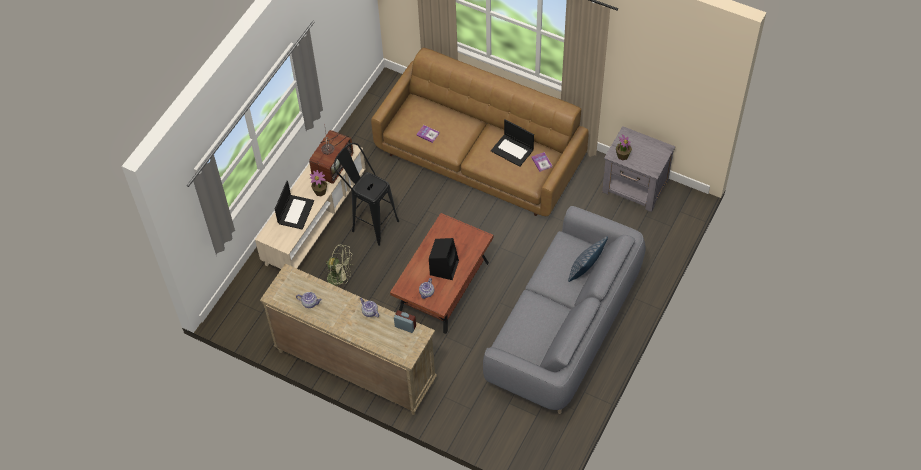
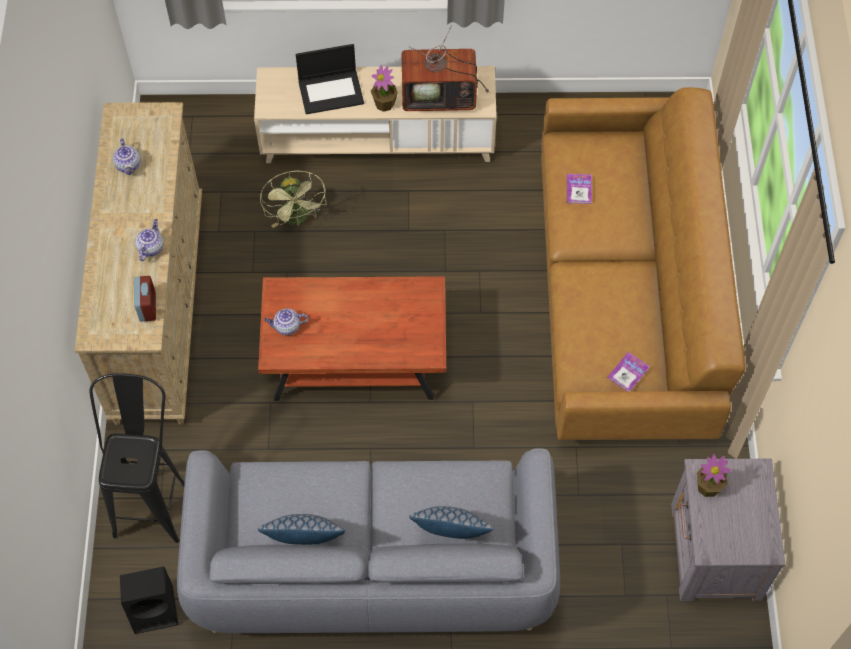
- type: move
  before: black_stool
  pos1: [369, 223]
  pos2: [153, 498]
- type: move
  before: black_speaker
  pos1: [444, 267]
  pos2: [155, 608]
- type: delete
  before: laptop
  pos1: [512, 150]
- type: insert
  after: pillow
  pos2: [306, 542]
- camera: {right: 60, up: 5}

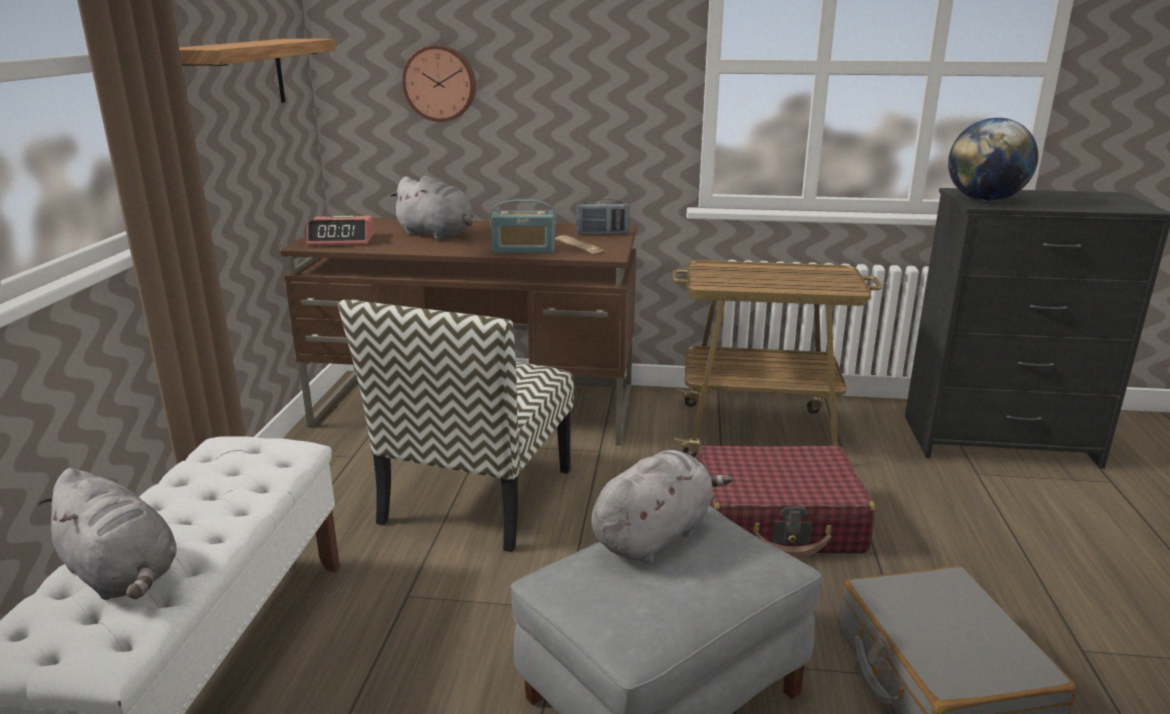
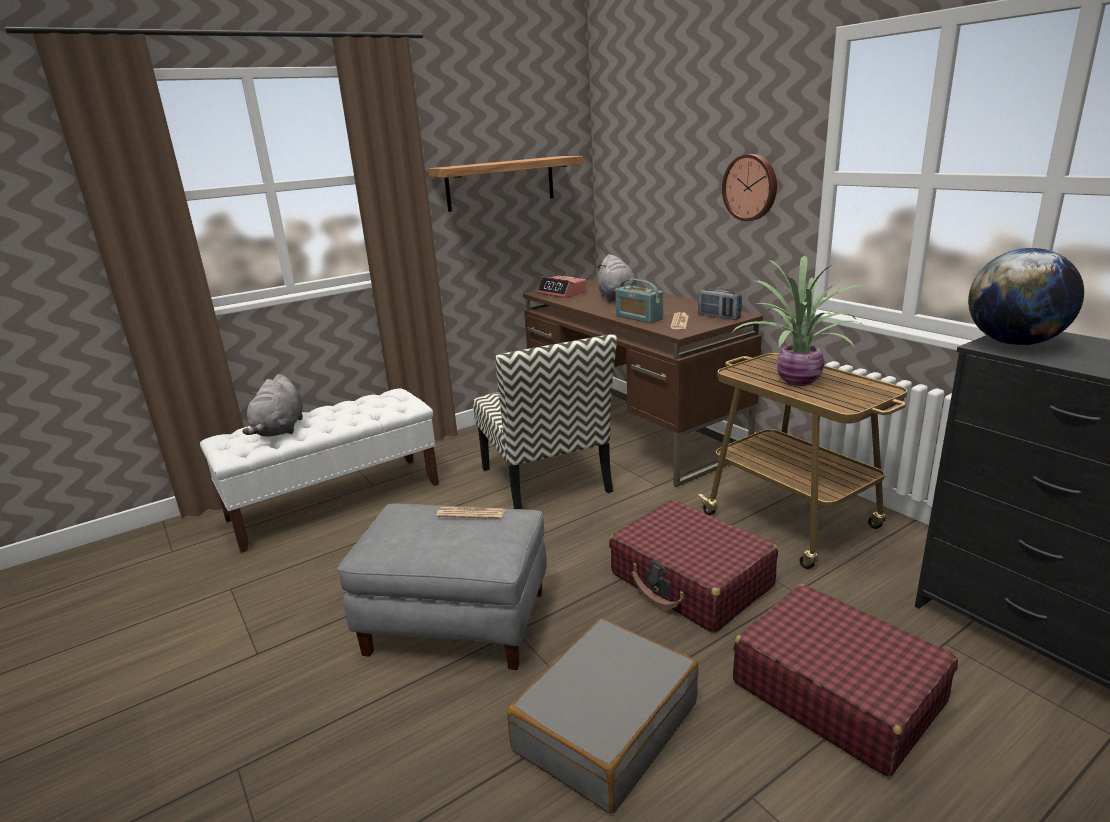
- type: rotate
  before: chair
  pos1: [477, 497]
  pos2: [546, 480]
  turn: -90
- type: move
  before: wall_clock
  pos1: [440, 83]
  pos2: [751, 187]
- type: replace
  before: grey_plush_toy
  after: newspaper
  pos1: [654, 535]
  pos2: [471, 513]
- type: insert
  after: potted_plant
  pos2: [798, 380]
- type: insert
  after: red_suitcase
  pos2: [836, 692]
- camera: {right: 50, up: 0}

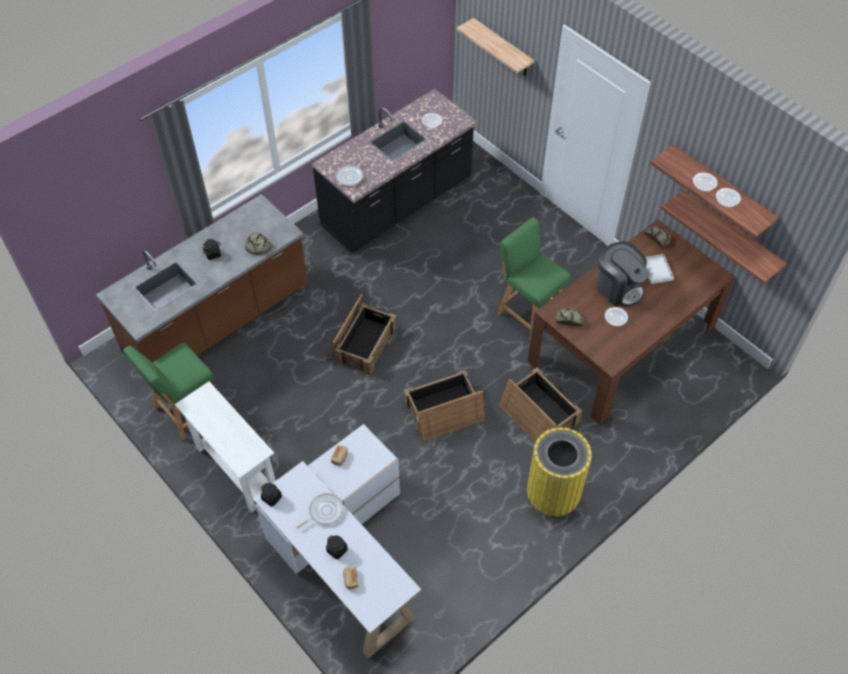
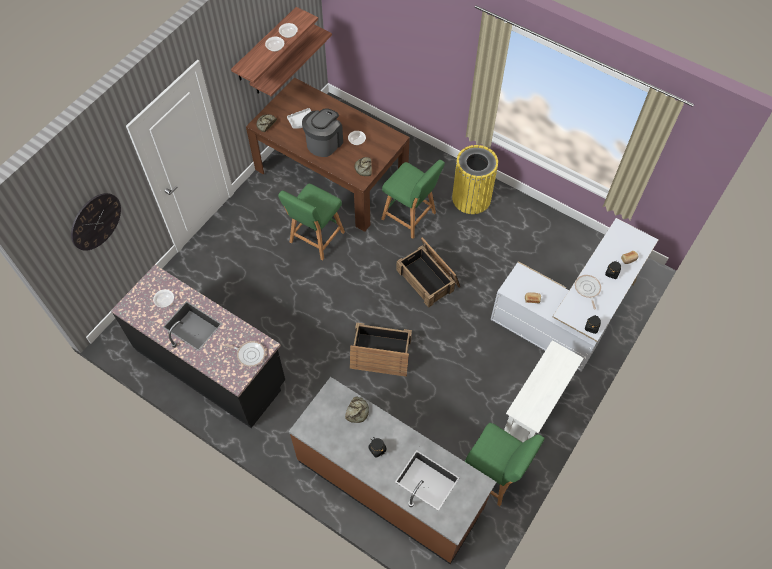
- type: rotate
  before: frying_pan
  pos1: [324, 511]
  pos2: [587, 289]
  turn: 45
- type: replace
  before: shelf
  after: wall_clock
  pos1: [502, 48]
  pos2: [95, 221]
- type: replace
  before: crate
  after: green_stool
  pos1: [538, 414]
  pos2: [410, 217]
- camera: {right: -105, up: 5}

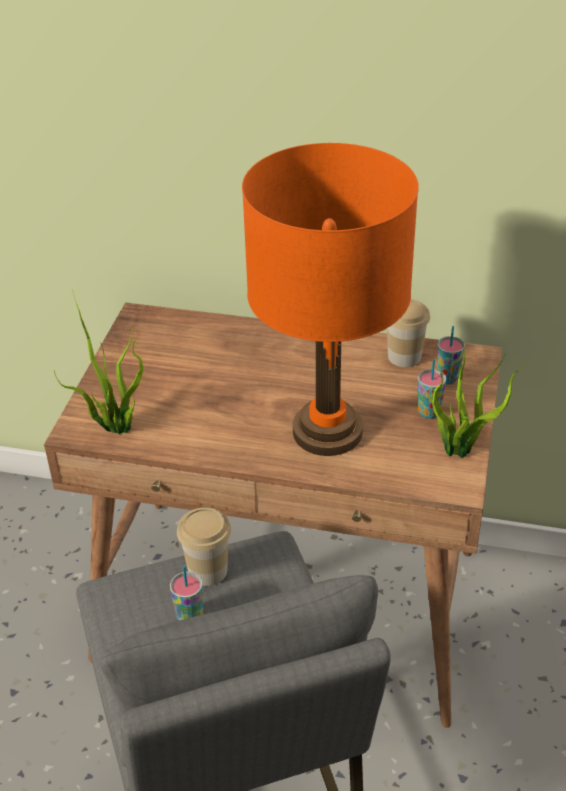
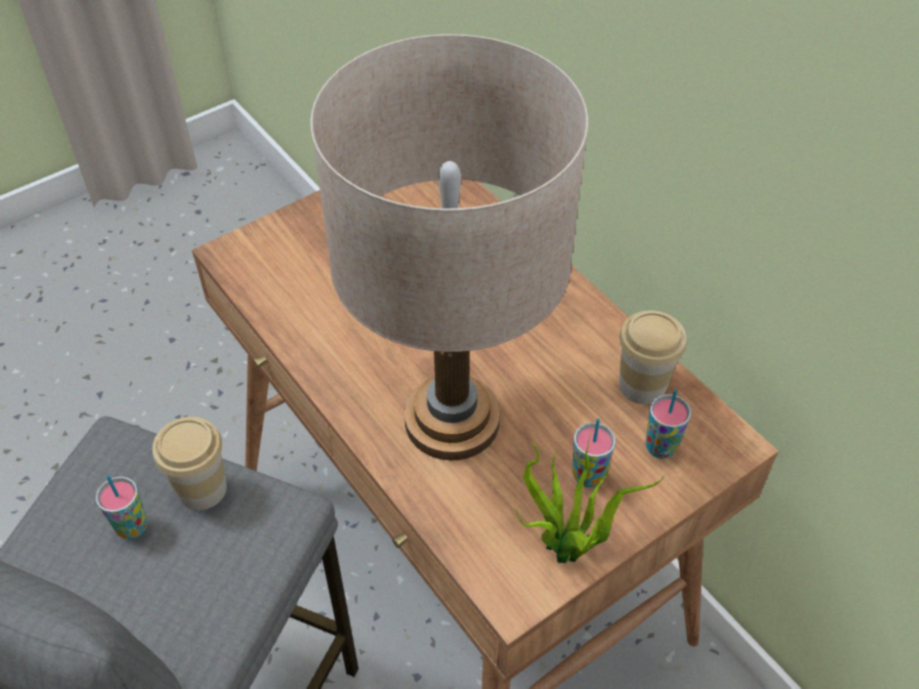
- type: delete
  before: potted_plant
  pos1: [115, 427]
- type: recolor
  before: orange_table_lamp
  after: beige_table_lamp
  pos1: [326, 432]
  pos2: [451, 420]
- camera: {right: 40, up: 10}

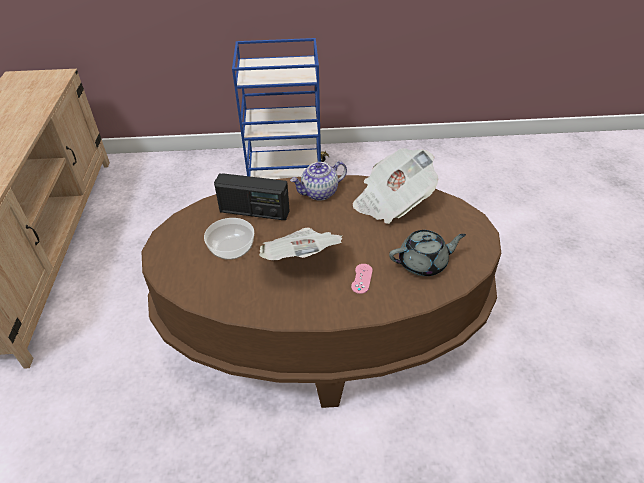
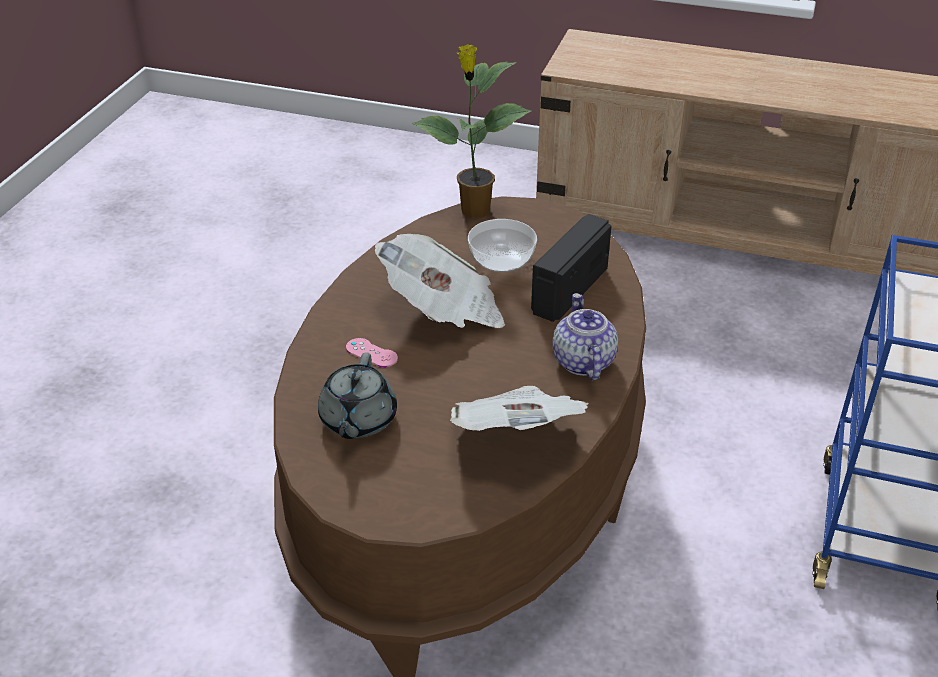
- type: insert
  after: potted_plant
  pos2: [473, 211]
- camera: {right: 110, up: -5}

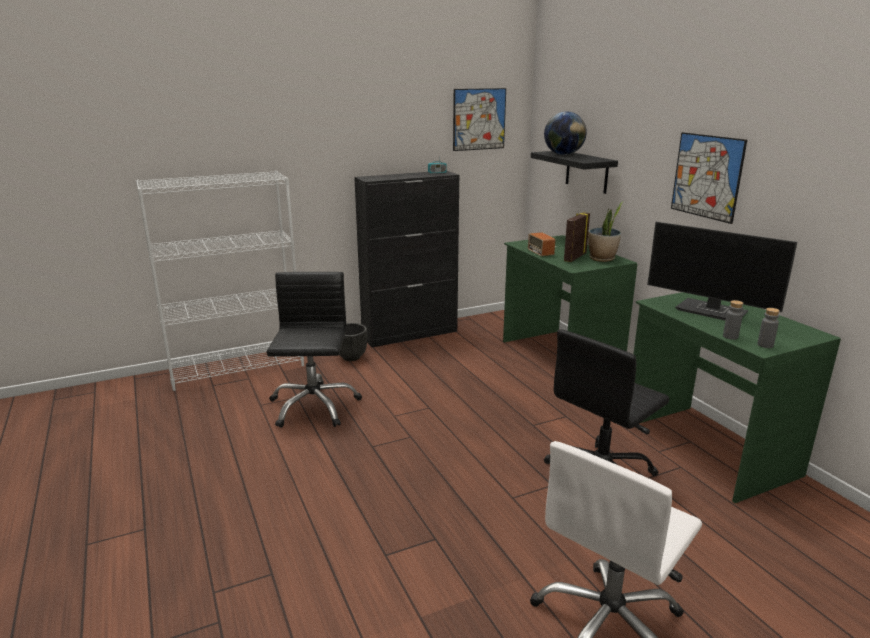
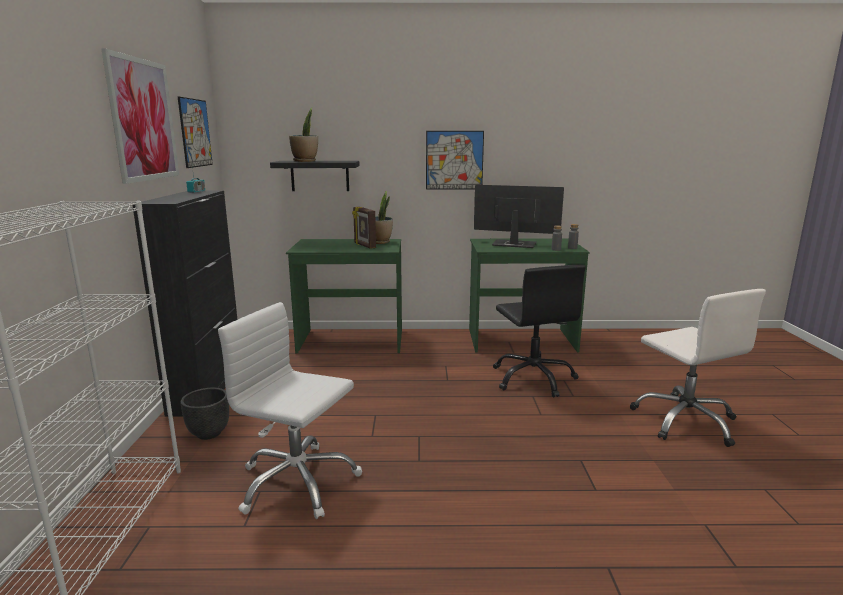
- type: recolor
  before: black_office_chair
  after: white_office_chair
  pos1: [313, 406]
  pos2: [297, 482]
- type: delete
  before: radio
  pos1: [542, 248]
- type: replace
  before: globe
  after: potted_plant
  pos1: [563, 154]
  pos2: [305, 161]
- type: rotate
  before: monitor
  pos1: [712, 311]
  pos2: [513, 244]
  turn: -135
- type: insert
  after: picture
  pos2: [143, 120]
- camera: {right: -65, up: -5}

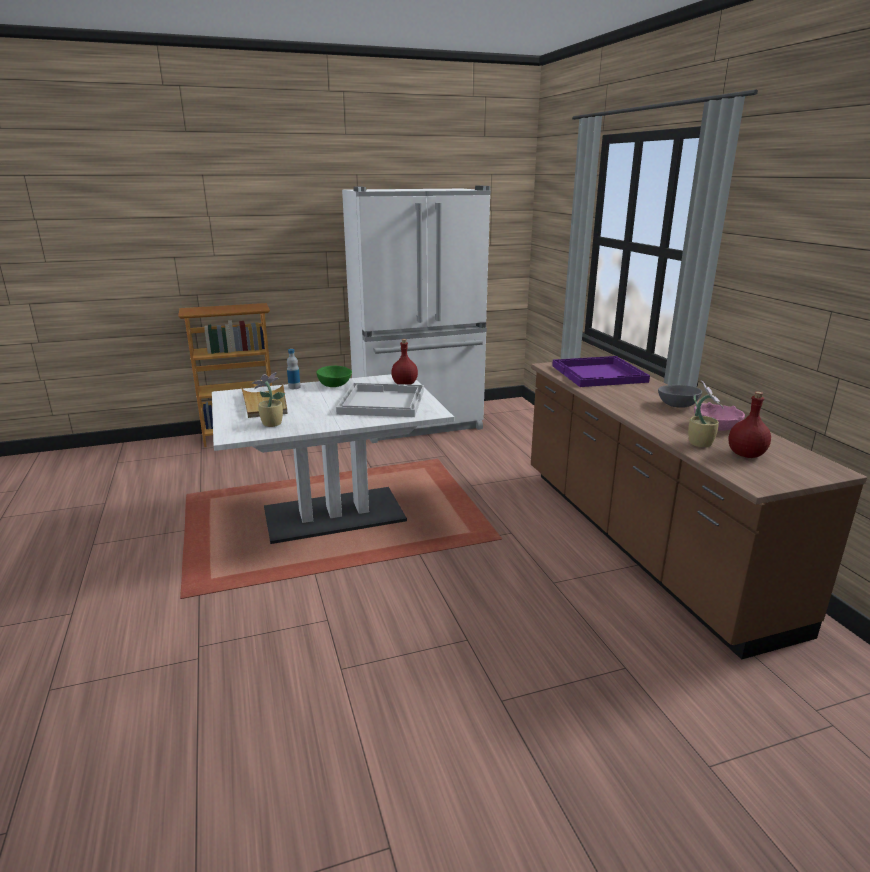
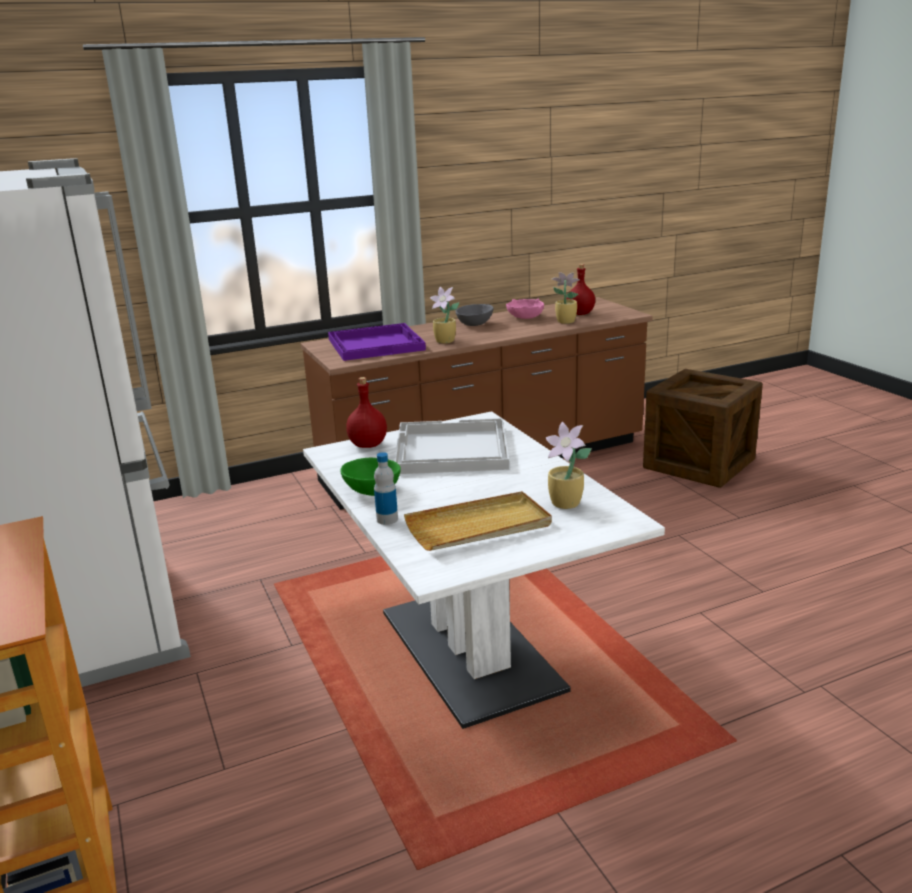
- type: insert
  after: potted_plant
  pos2: [445, 341]
- type: insert
  after: crate
  pos2: [699, 464]
- camera: {right: -95, up: 0}

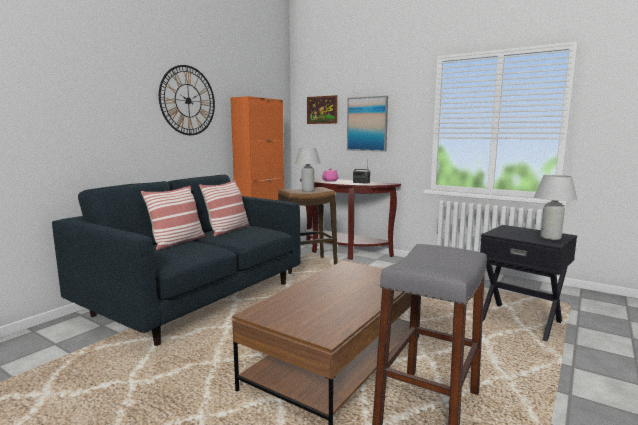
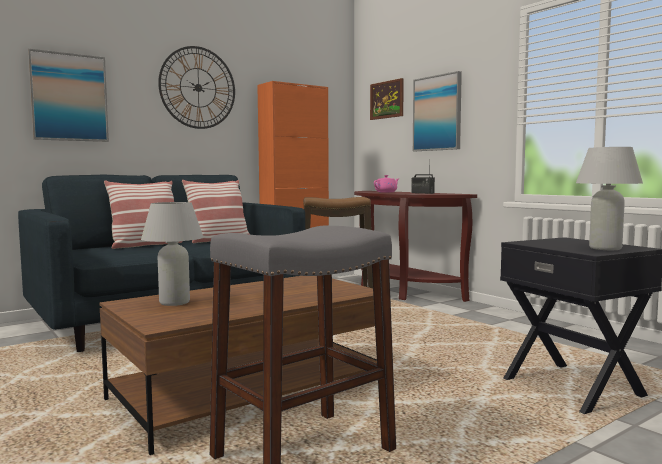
- type: move
  before: white_table_lamp
  pos1: [308, 190]
  pos2: [174, 302]
- type: insert
  after: picture
  pos2: [69, 97]
- camera: {right: 20, up: -5}

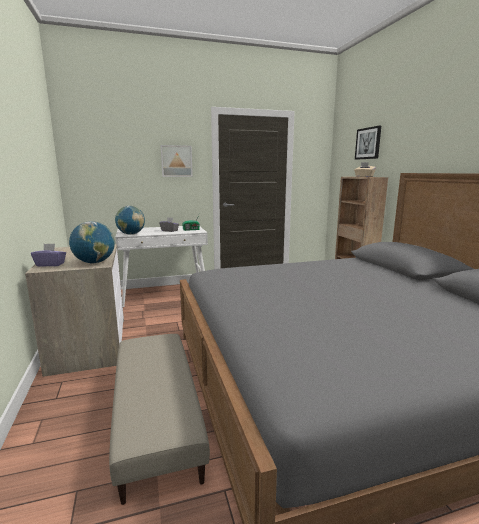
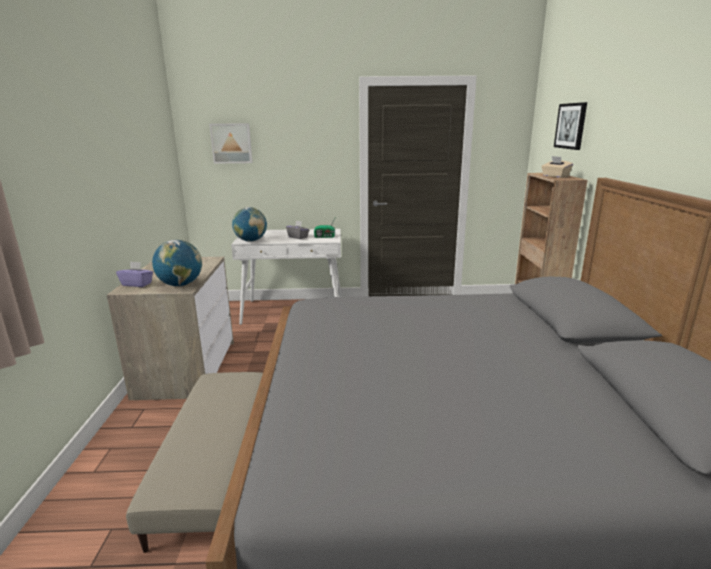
- type: move
  before: picture
  pos1: [176, 161]
  pos2: [231, 143]
- camera: {right: 15, up: 5}

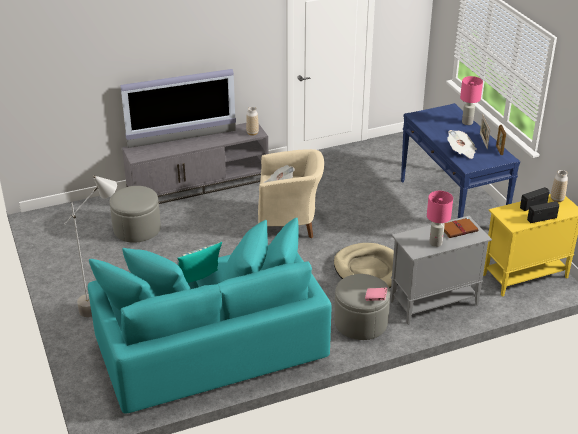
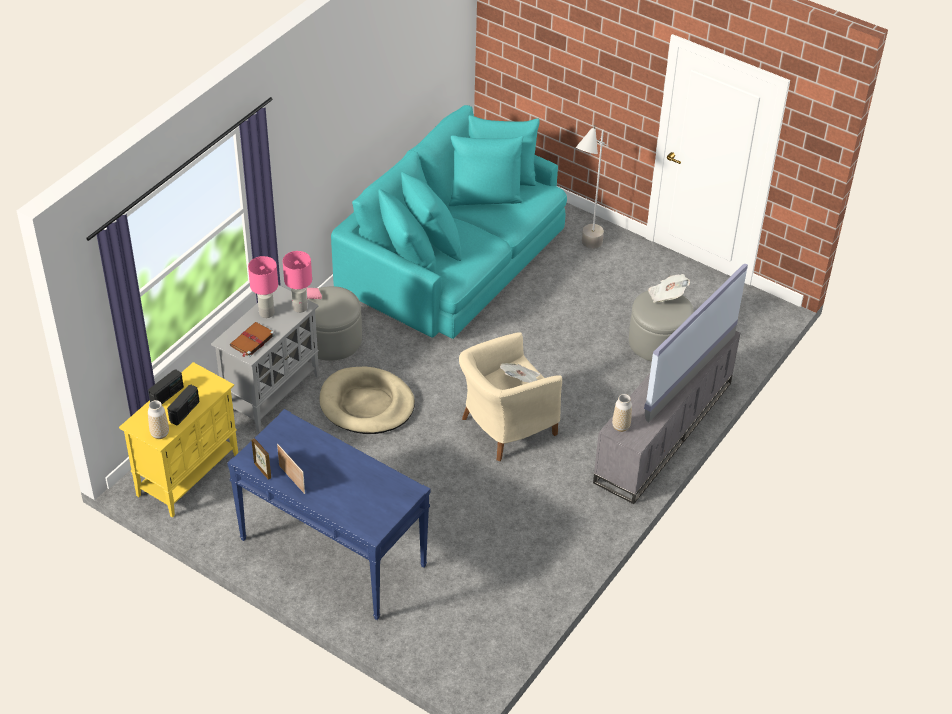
- type: delete
  before: pillow
  pos1: [198, 281]
- type: move
  before: newspaper
  pos1: [461, 151]
  pos2: [666, 296]
- type: move
  before: pink_table_lamp
  pos1: [467, 122]
  pos2: [300, 307]
- camera: {right: 145, up: 10}

